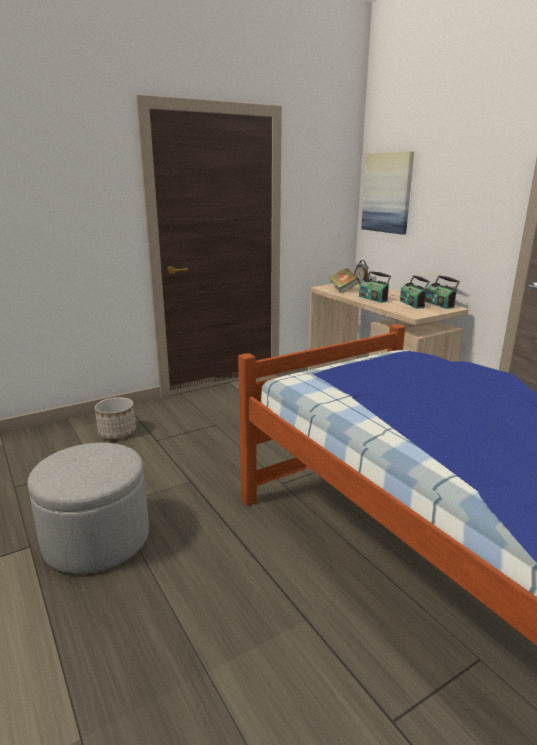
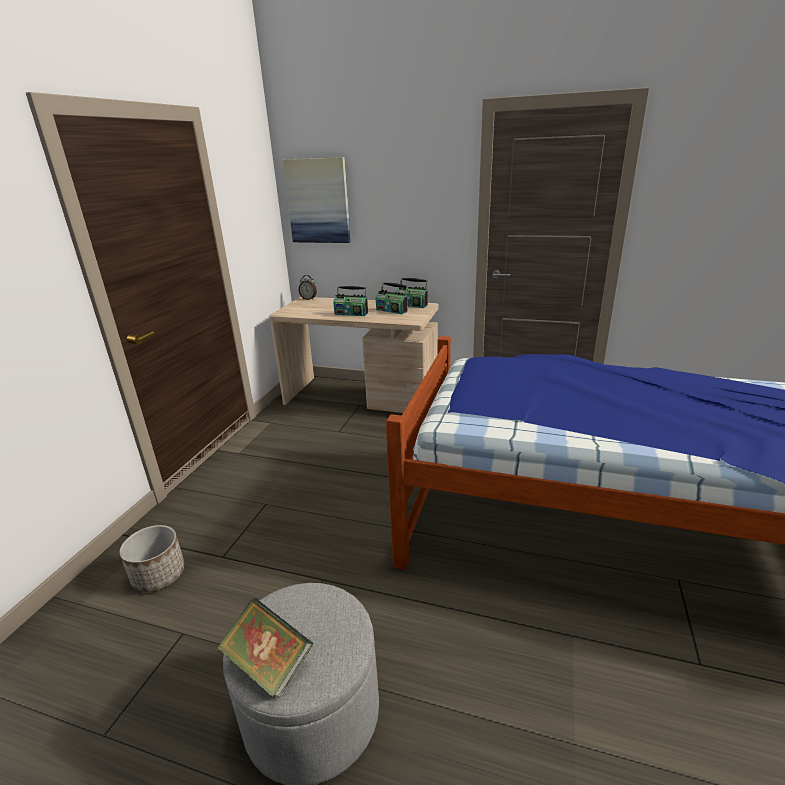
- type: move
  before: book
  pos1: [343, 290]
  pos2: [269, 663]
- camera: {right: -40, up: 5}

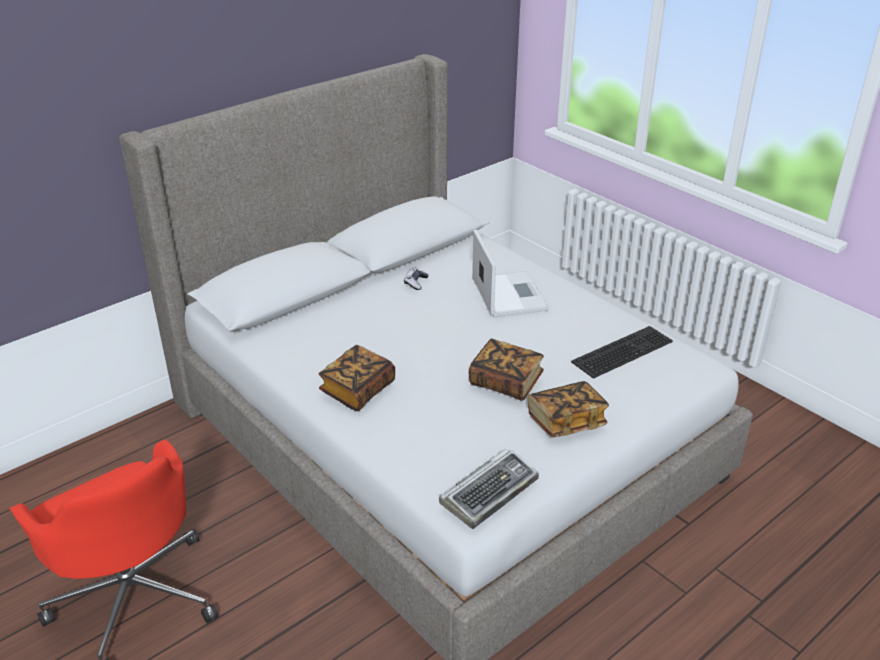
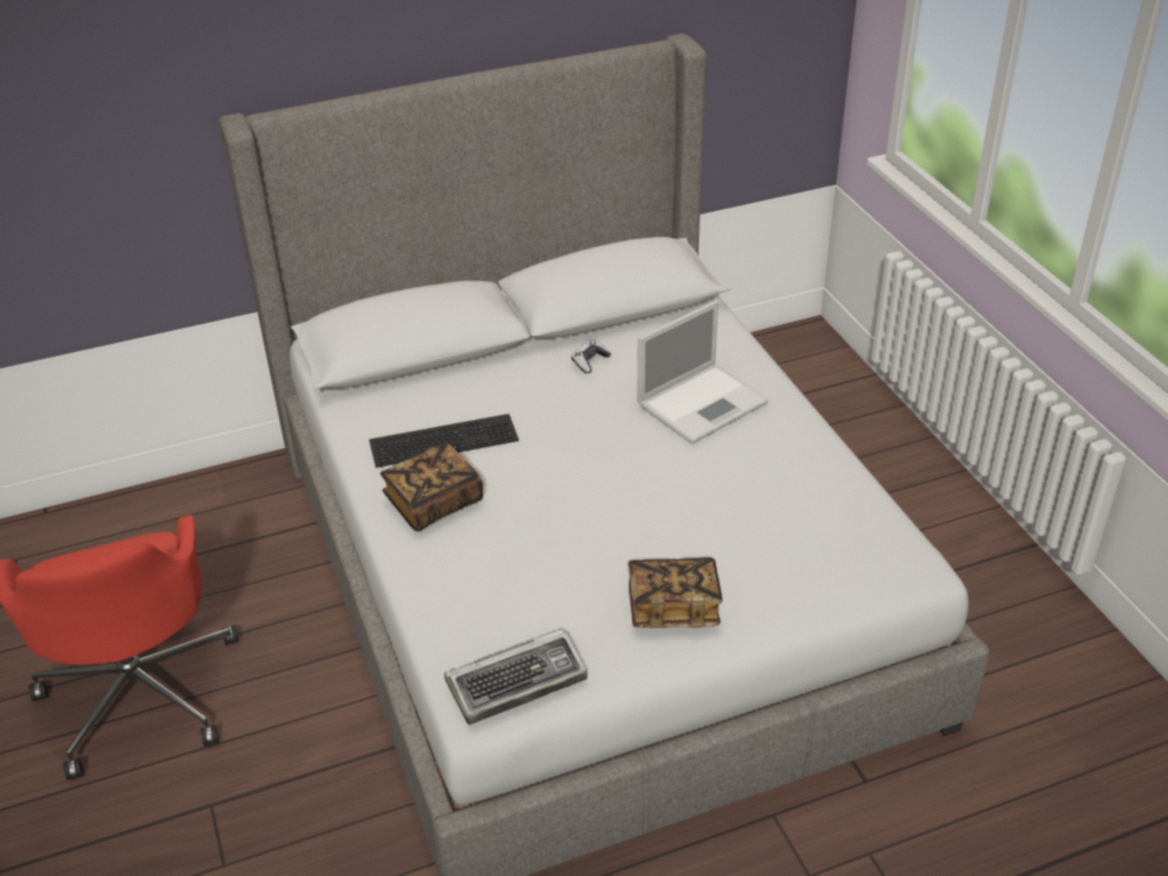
- type: delete
  before: book
  pos1: [506, 382]
- type: rotate
  before: laptop
  pos1: [508, 294]
  pos2: [703, 402]
  turn: 45
- type: move
  before: keyboard
  pos1: [621, 350]
  pos2: [444, 438]
- camera: {right: 20, up: 5}

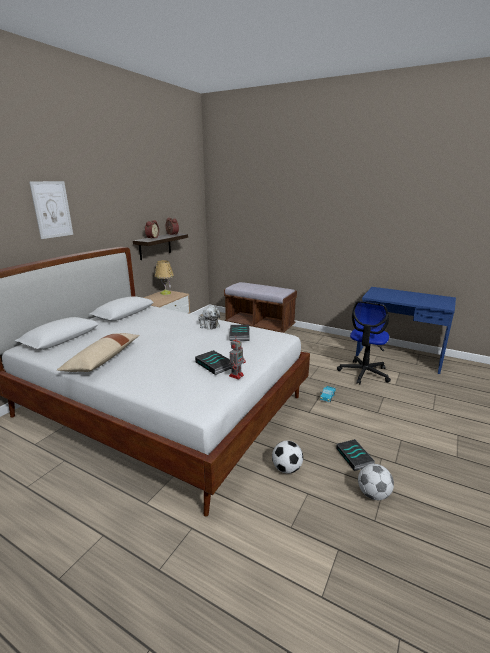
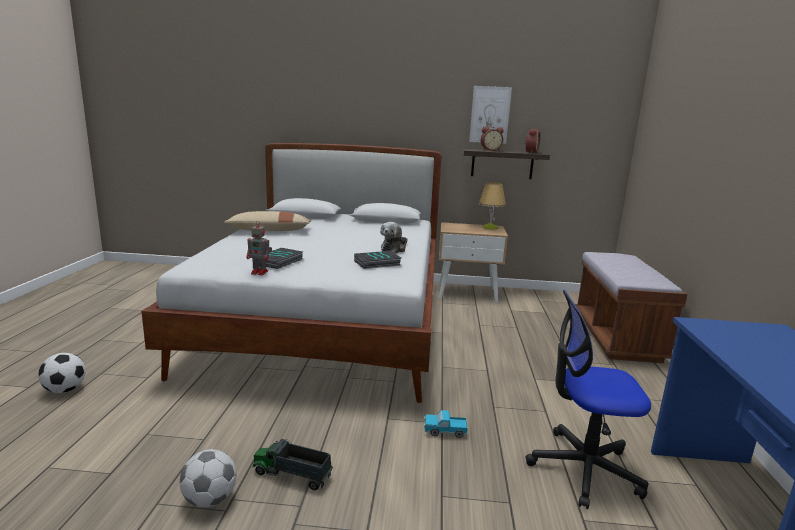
- type: move
  before: picture
  pos1: [52, 209]
  pos2: [490, 115]
- type: move
  before: football
  pos1: [286, 468]
  pos2: [65, 390]
- type: replace
  before: book
  after: toy_truck
  pos1: [355, 457]
  pos2: [292, 475]
- camera: {right: 65, up: -5}

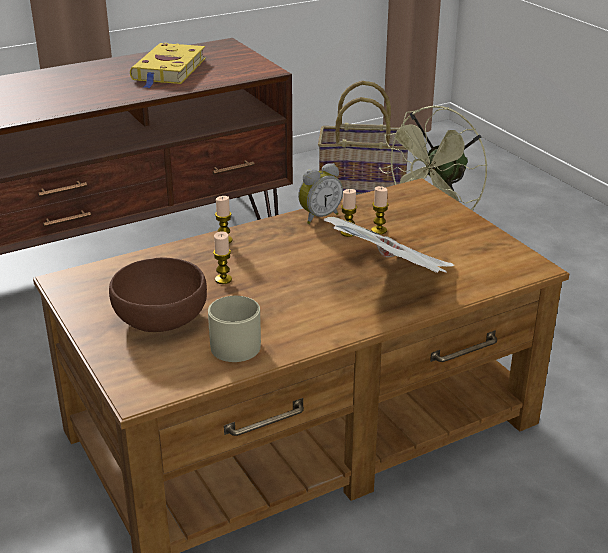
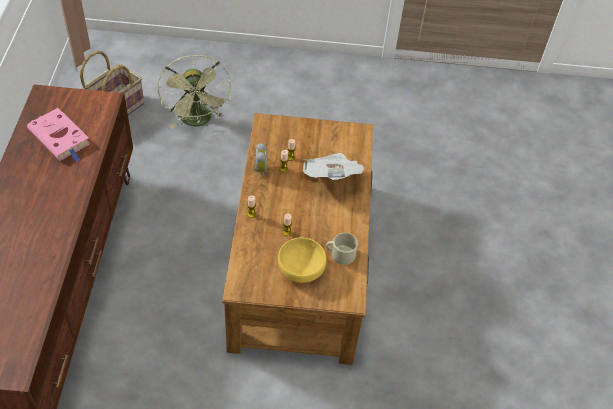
- type: recolor
  before: brown_bowl
  after: yellow_bowl
  pos1: [159, 318]
  pos2: [300, 269]
- type: recolor
  before: yellow_book
  after: pink_book
  pos1: [169, 70]
  pos2: [60, 138]
- camera: {right: -60, up: 20}

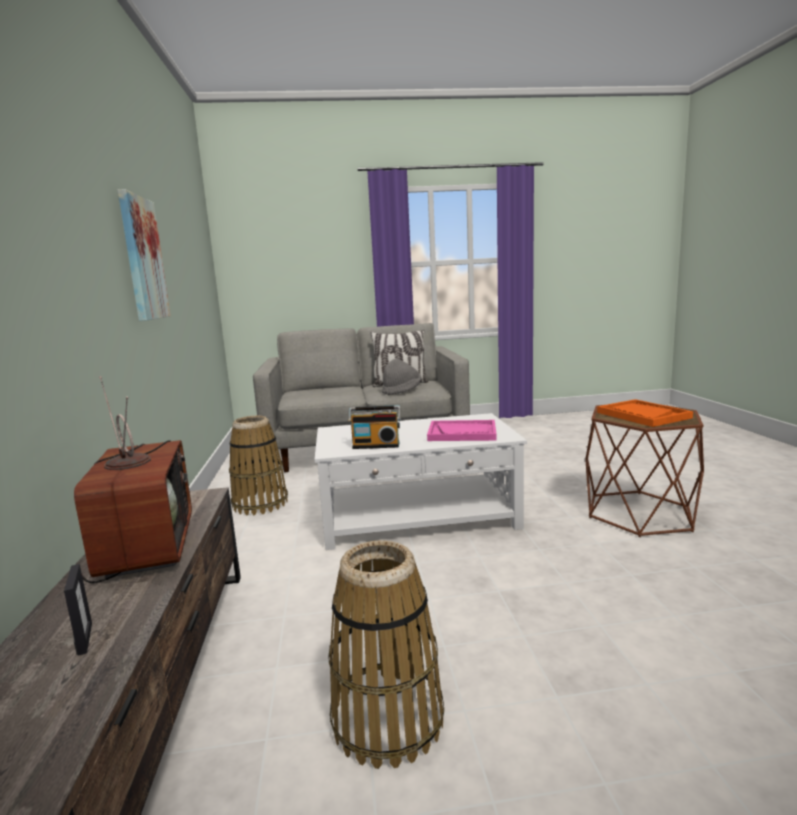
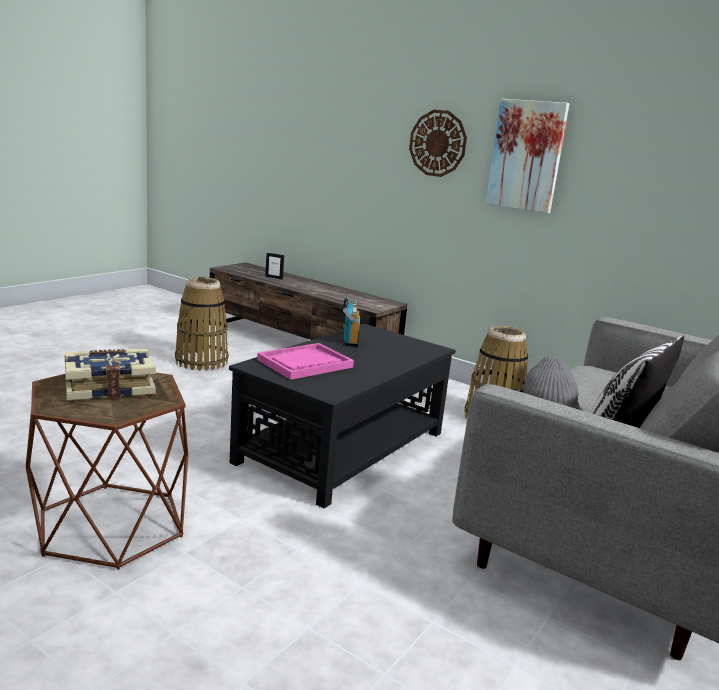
- type: delete
  before: television
  pos1: [144, 547]
- type: recolor
  before: white_coffee_table
  after: black_coffee_table
  pos1: [419, 516]
  pos2: [341, 447]
- type: rotate
  before: radio
  pos1: [376, 445]
  pos2: [349, 339]
  turn: 135
- type: replace
  before: orange_tray
  after: book
  pos1: [642, 415]
  pos2: [109, 387]
- type: insert
  after: wall_clock
  pos2: [438, 143]
- camera: {right: 130, up: 5}

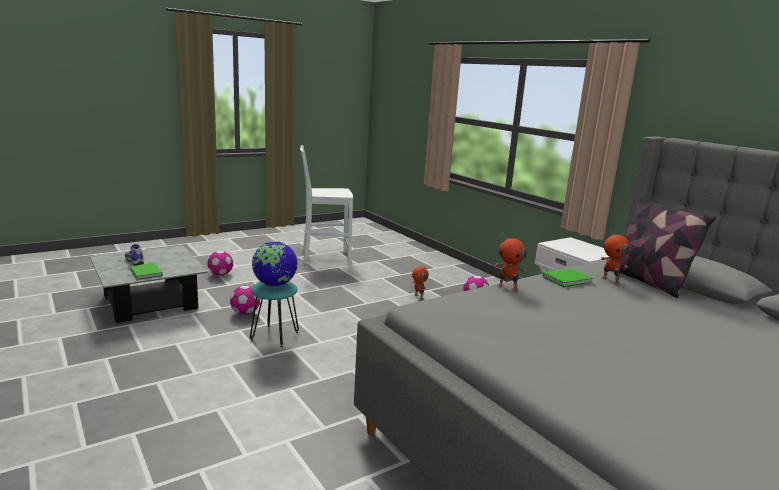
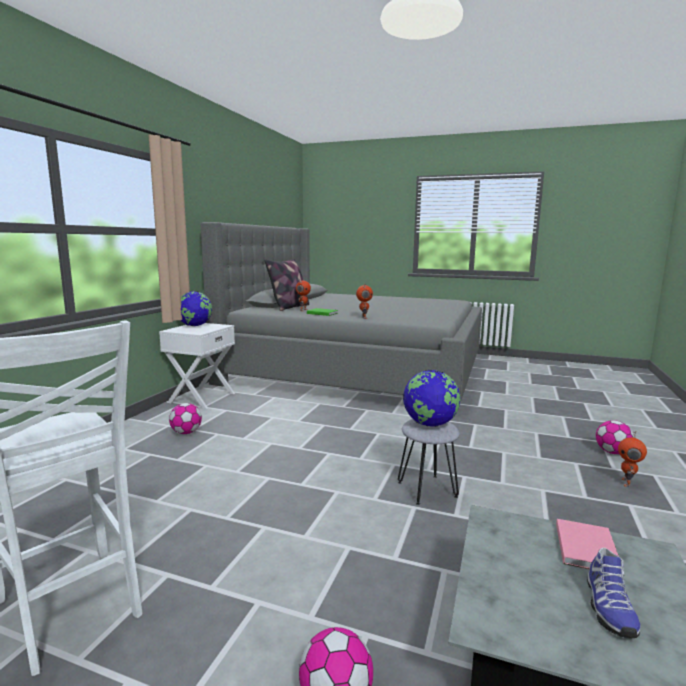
- type: recolor
  before: green_book
  after: pink_book
  pos1: [145, 273]
  pos2: [587, 548]
- type: move
  before: football
  pos1: [245, 313]
  pos2: [612, 452]
- type: recolor
  before: turquoise_stool
  after: grey_stool
  pos1: [274, 336]
  pos2: [427, 489]
- type: move
  before: toy_robot
  pos1: [418, 297]
  pos2: [627, 483]
- type: insert
  after: globe
  pos2: [195, 326]
- camera: {right: -125, up: -5}

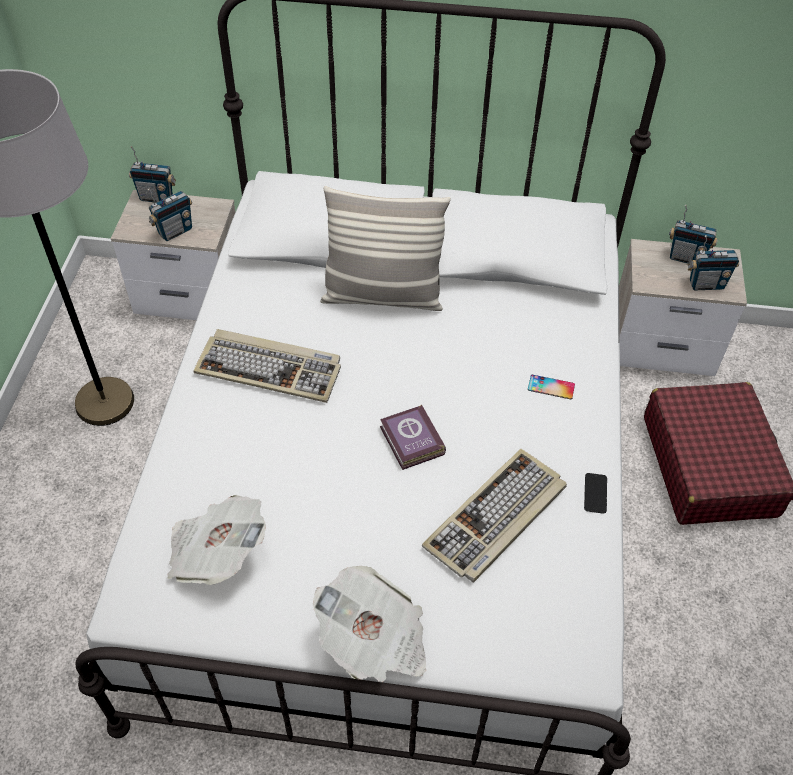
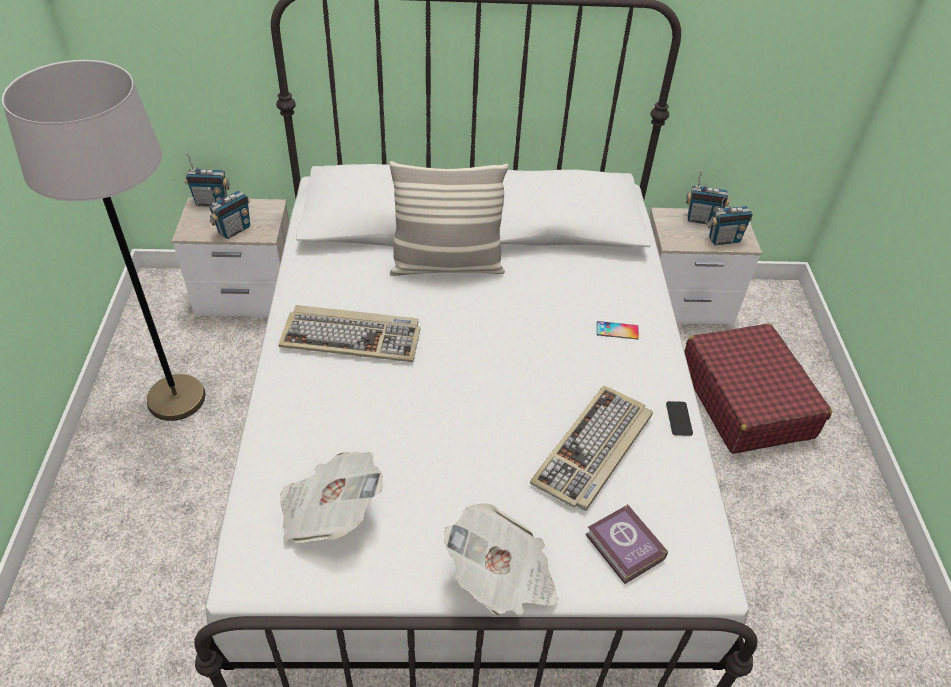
- type: move
  before: book
  pos1: [411, 442]
  pos2: [624, 549]
- camera: {right: -10, up: -5}

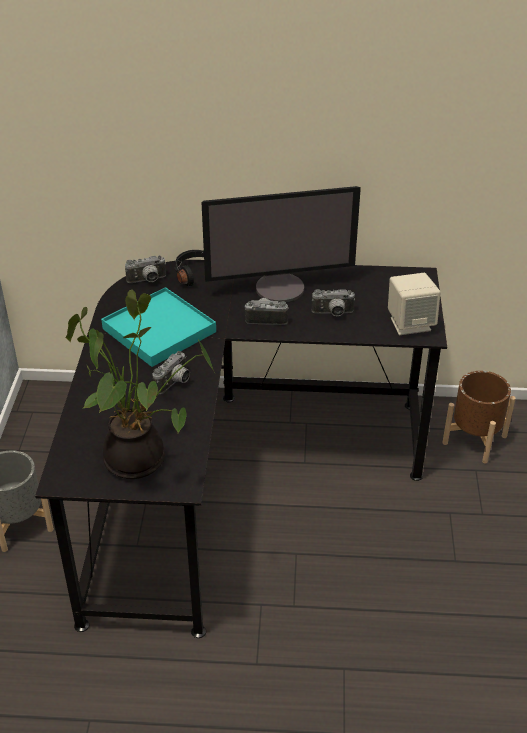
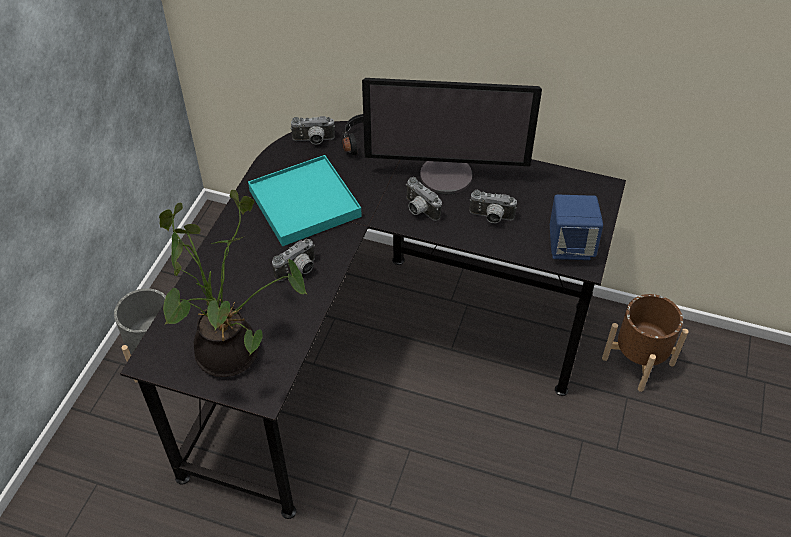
- type: rotate
  before: photo_camera
  pos1: [266, 318]
  pos2: [419, 210]
  turn: -150
- type: recolor
  before: beige_speaker
  after: blue_speaker
  pos1: [410, 324]
  pos2: [570, 247]
- camera: {right: 15, up: 10}

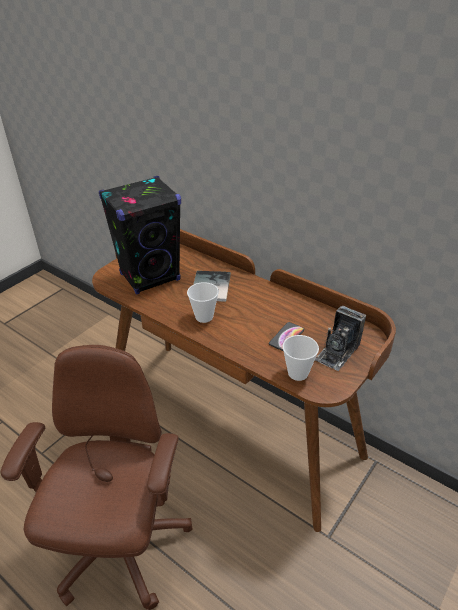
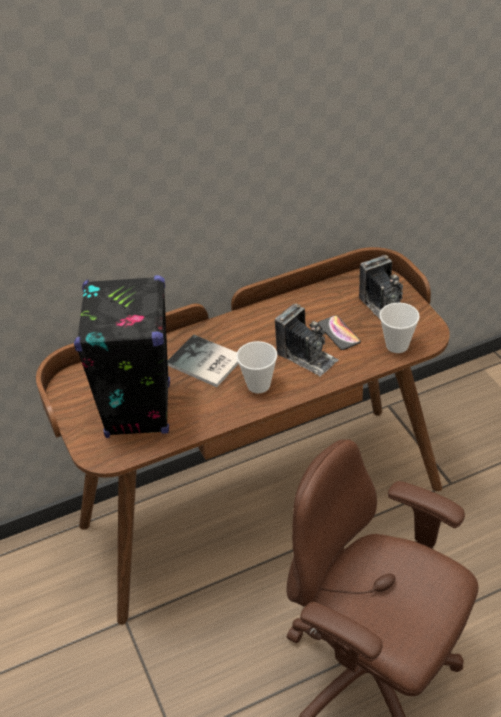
- type: insert
  after: photo_camera
  pos2: [306, 356]
- camera: {right: -60, up: 5}

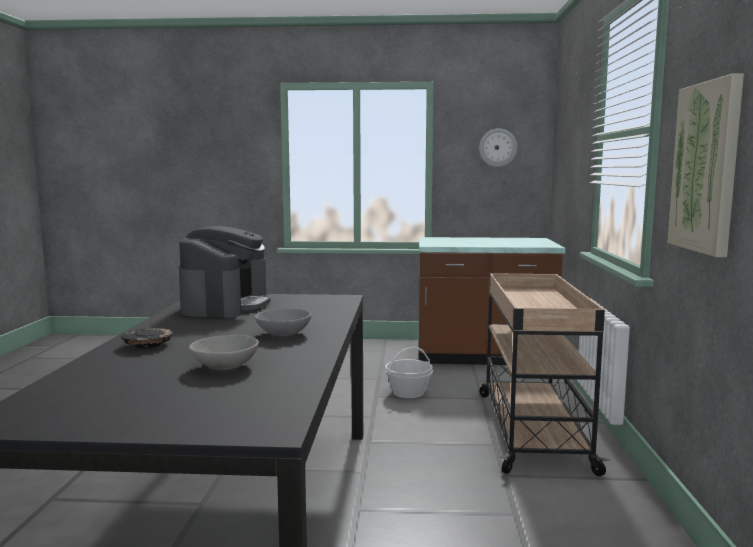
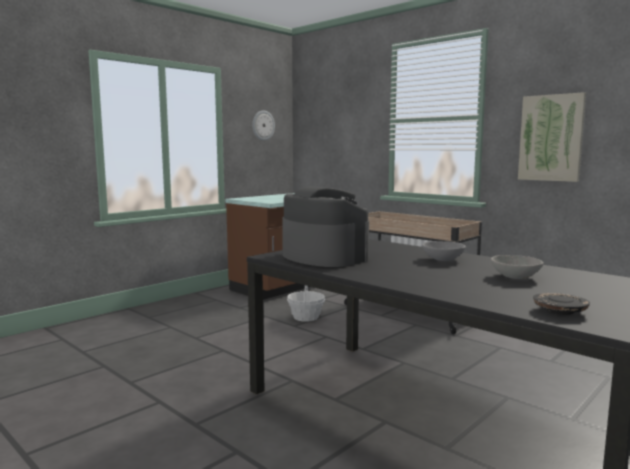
- type: move
  before: black_plate
  pos1: [147, 345]
  pos2: [559, 311]
- camera: {right: -50, up: 0}

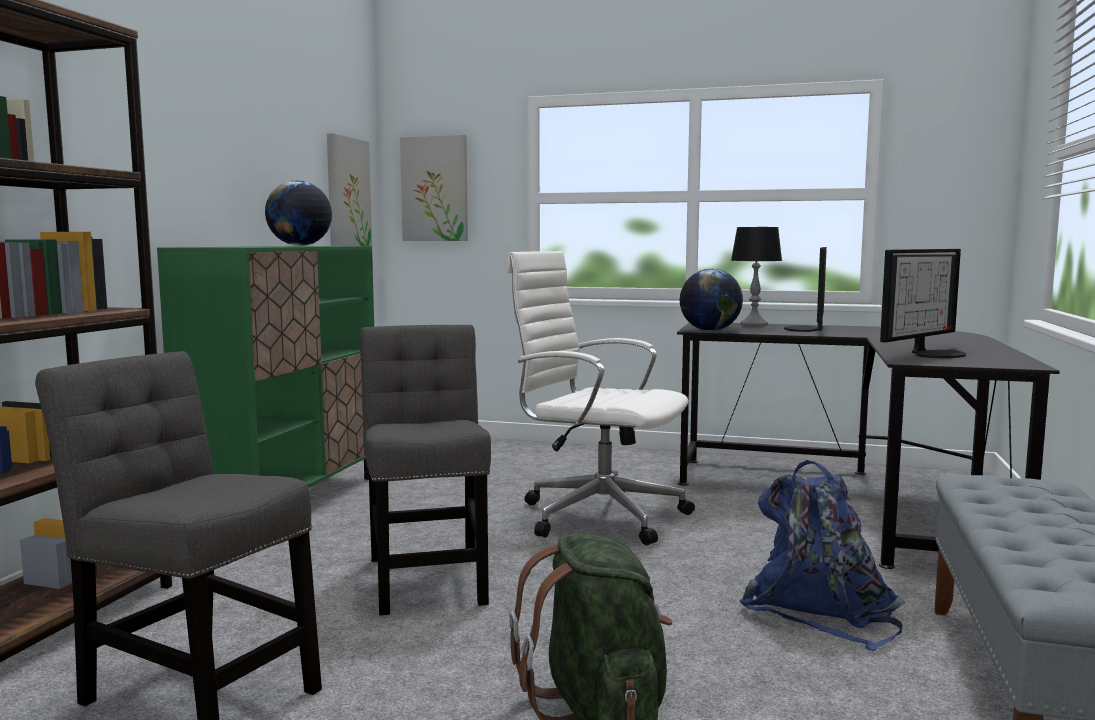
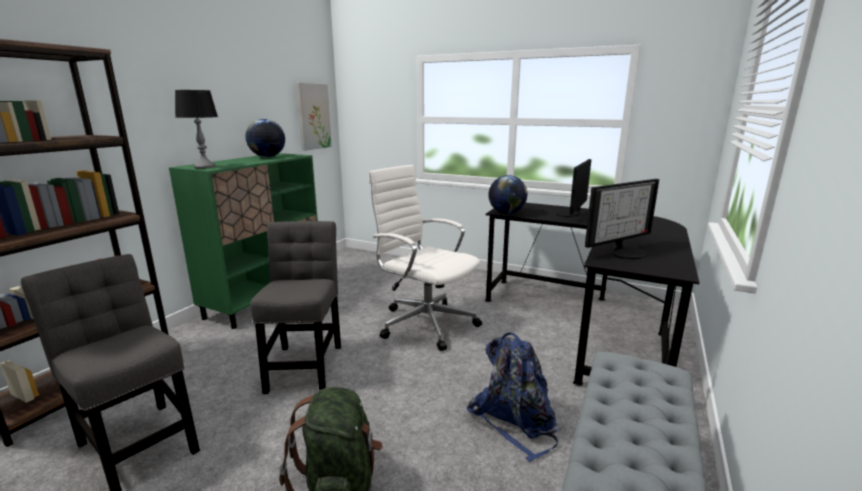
- type: delete
  before: picture
  pos1: [435, 189]
- type: move
  before: table_lamp
  pos1: [754, 325]
  pos2: [204, 167]
- camera: {right: 10, up: 10}

